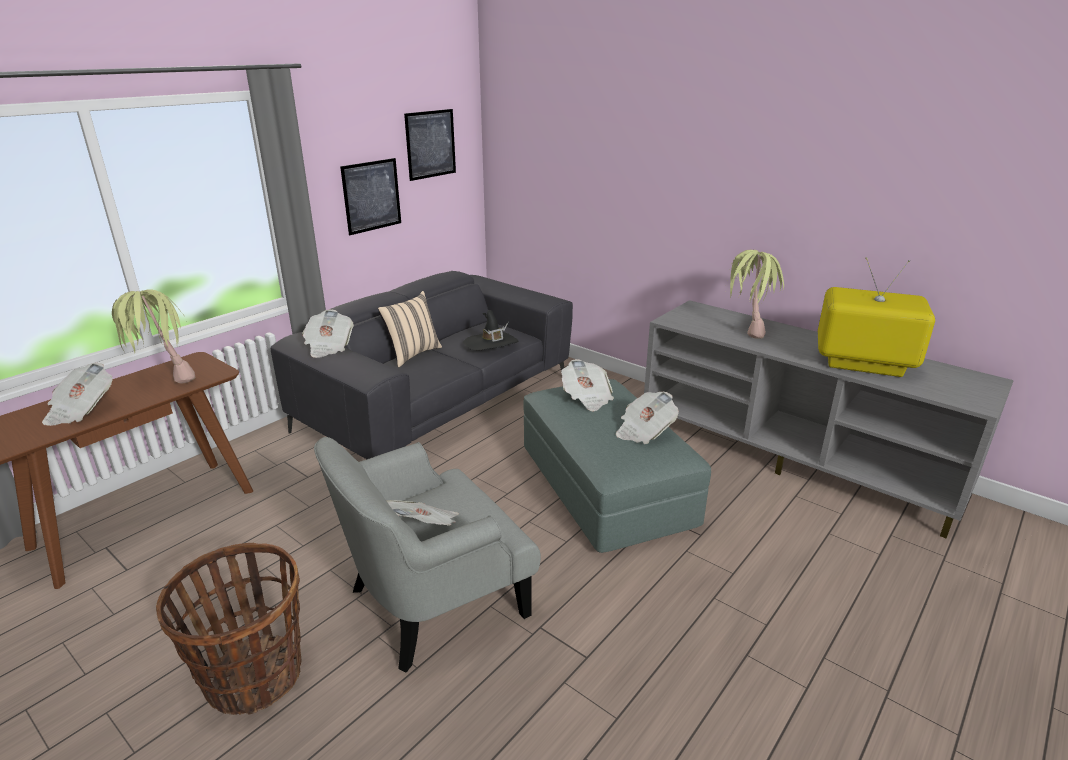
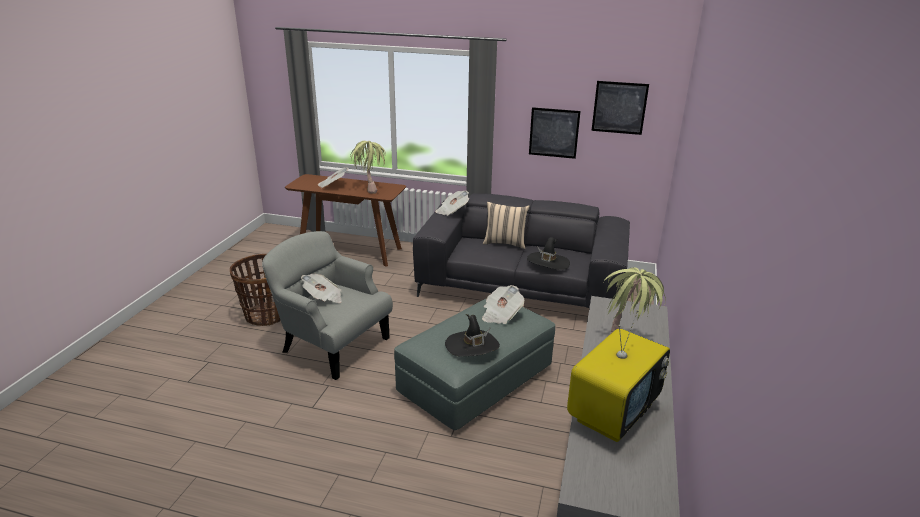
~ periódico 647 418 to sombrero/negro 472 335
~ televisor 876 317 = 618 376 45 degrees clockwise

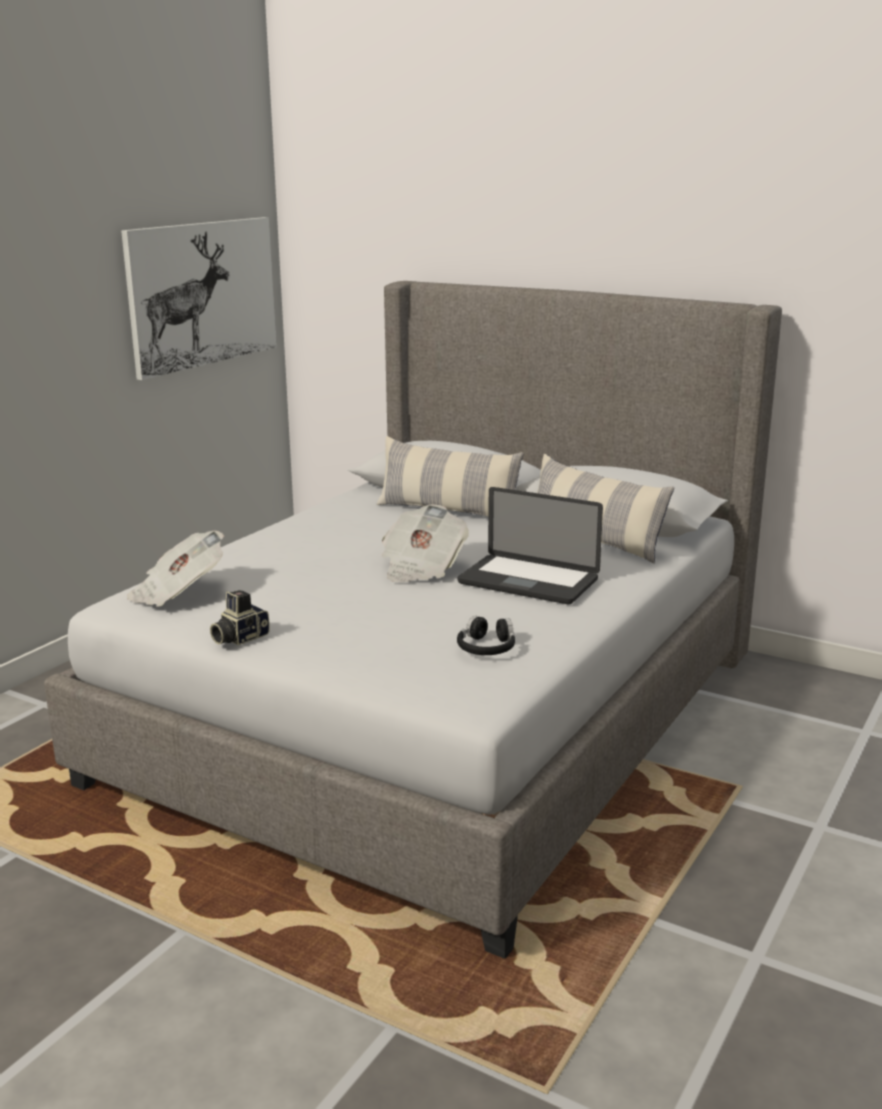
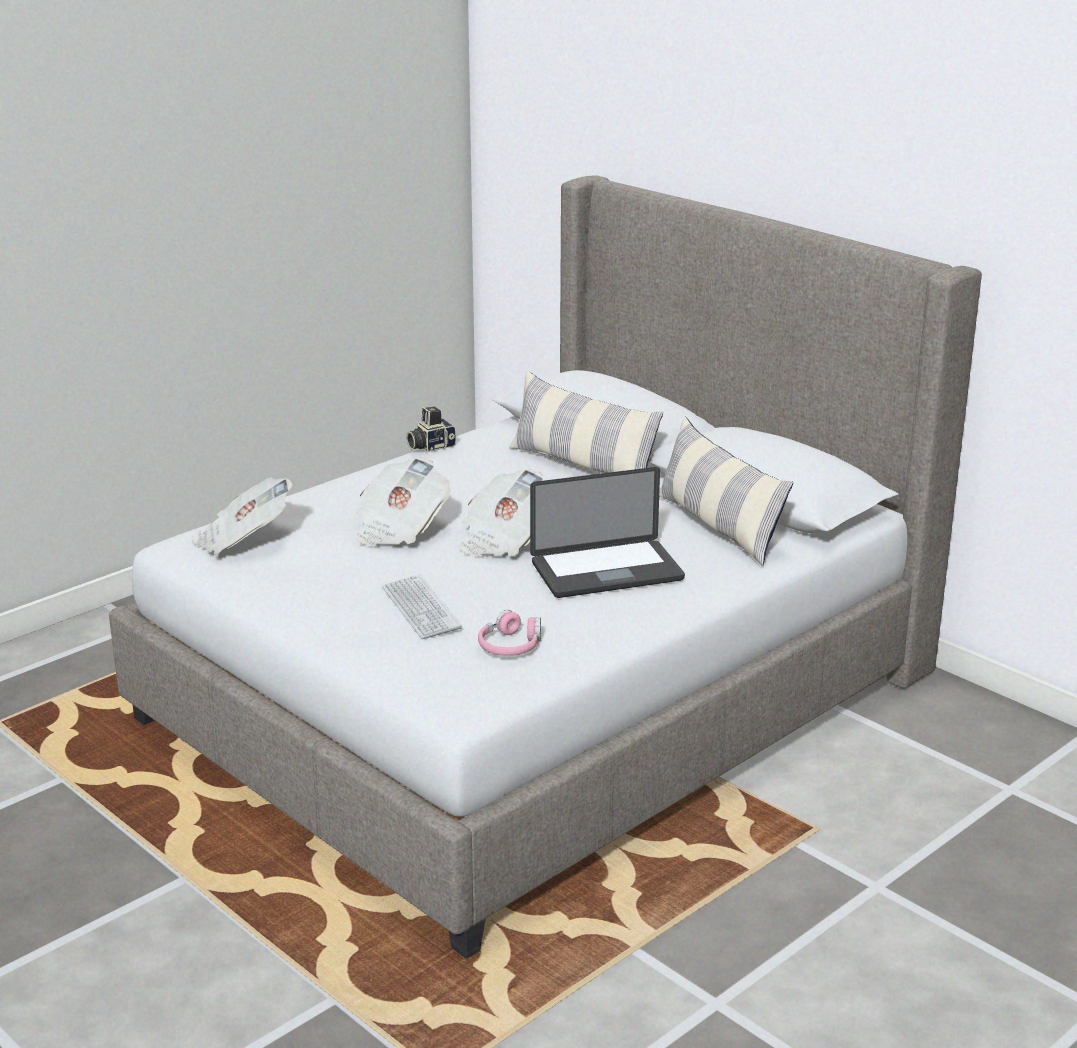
- cuadro 198 298
+ periódico 403 501
+ teclado 422 606
~ cámara 240 617 to 431 429
~ auriculares/negro 486 635 to auriculares/rosa 509 633
~ portátil 530 545 = 607 532 60 degrees counterclockwise

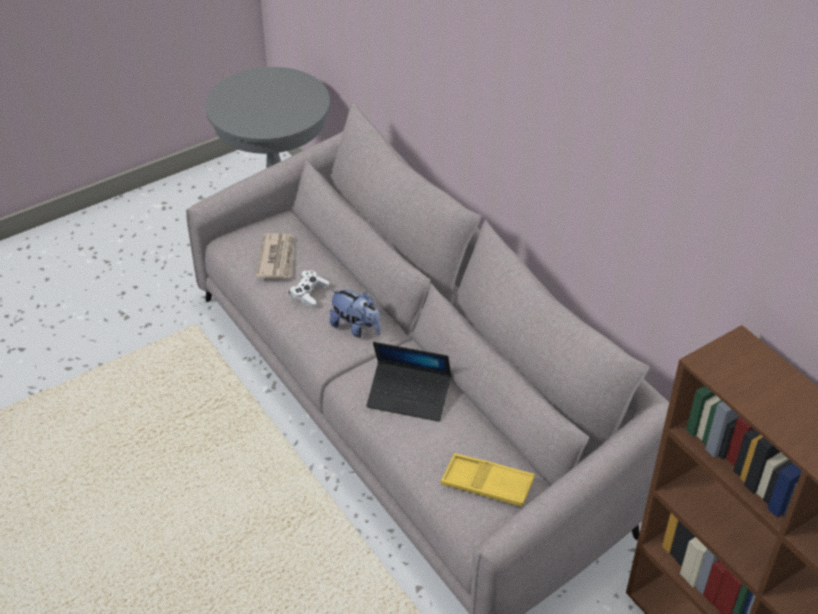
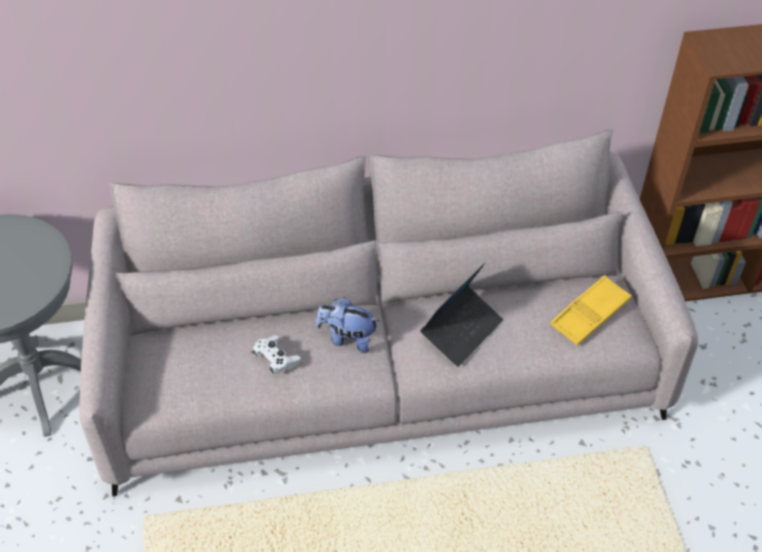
- periódico 275 256
~ peluche 355 313 = 347 325 135 degrees counterclockwise

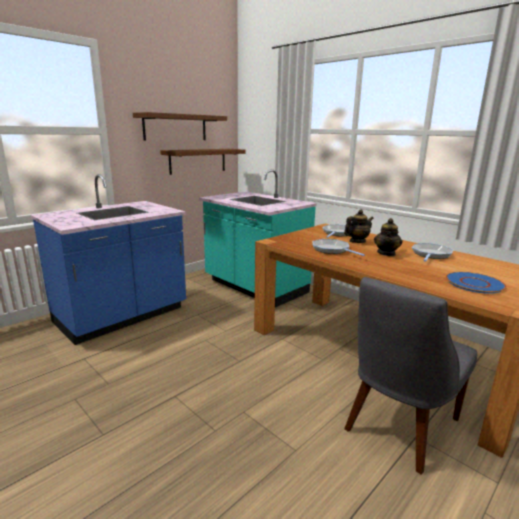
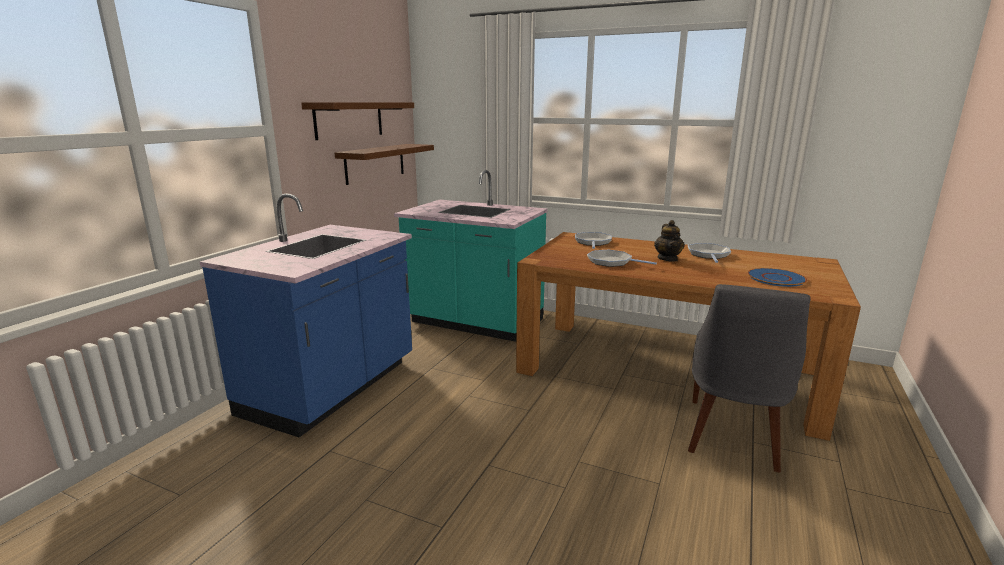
- tetera 358 226

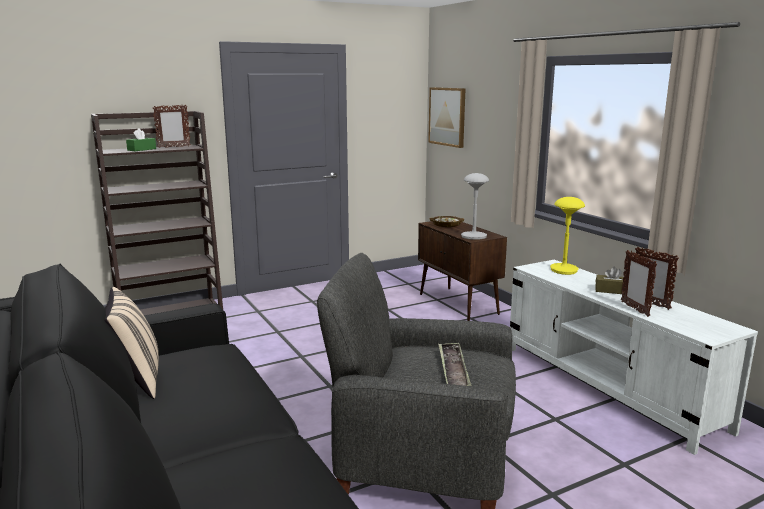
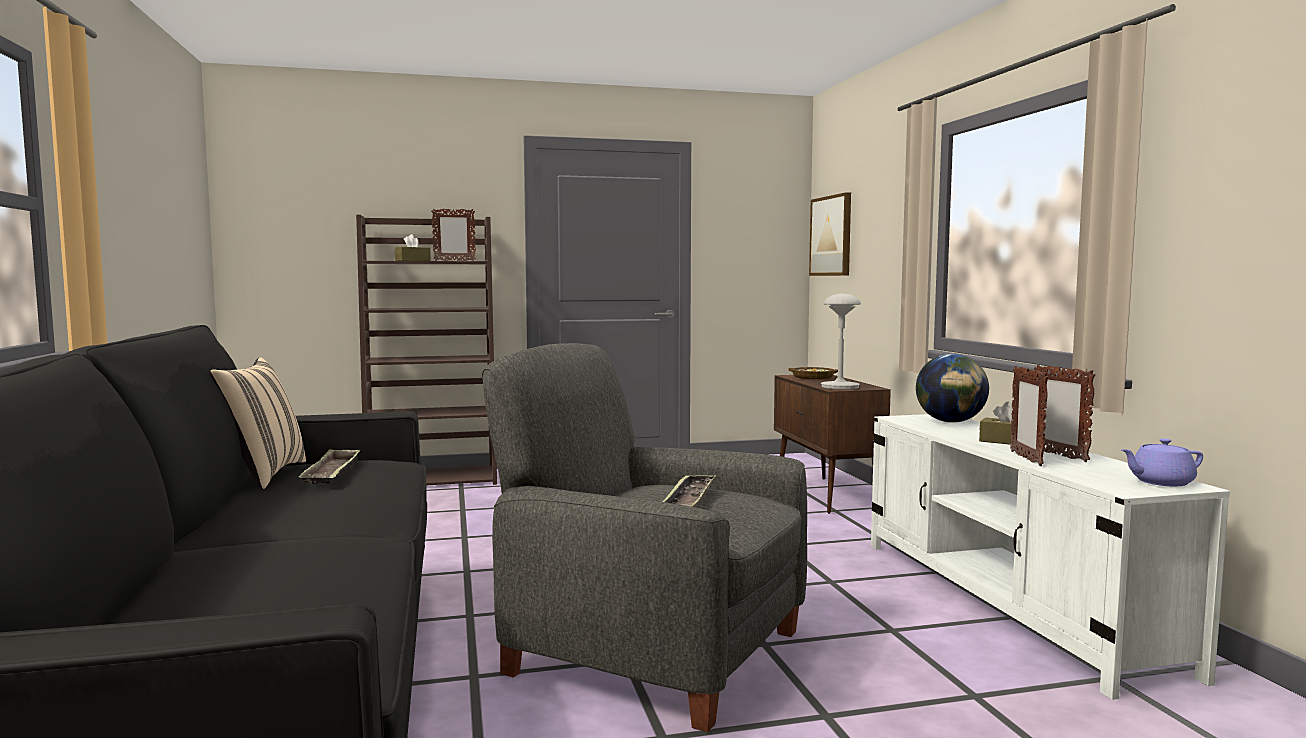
+ bandeja 329 466
+ tetera/morado 1162 462
~ lámpara de mesa/amarillo 567 236 to globo terráqueo 952 388
~ caja de pañuelos/verde 141 139 to caja de pañuelos/marrón 413 247

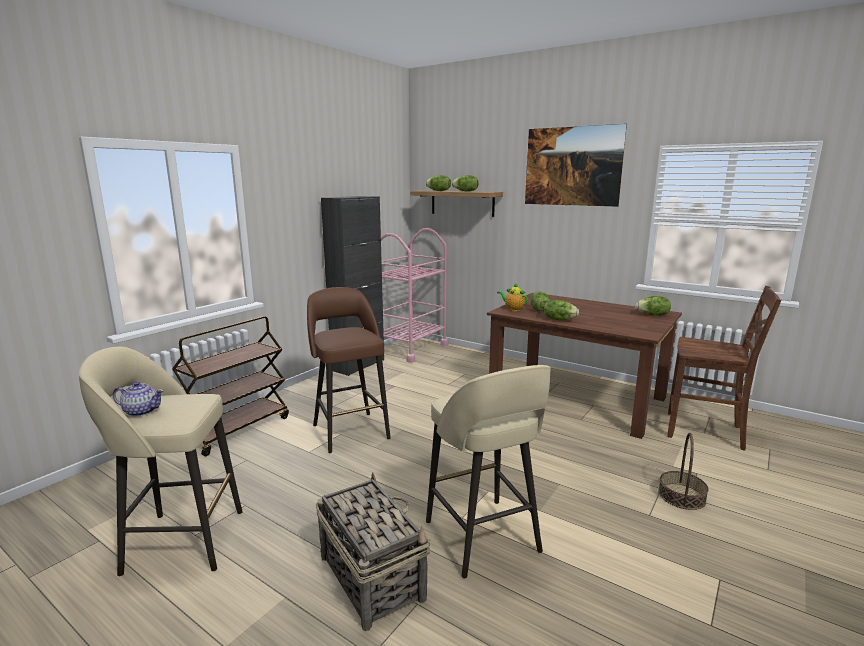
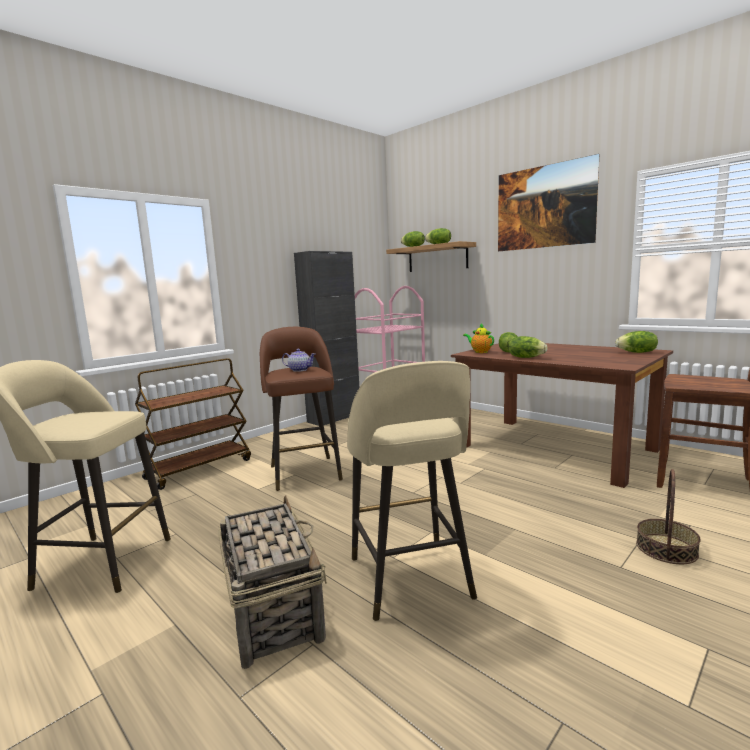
~ tetera 138 399 to 298 360

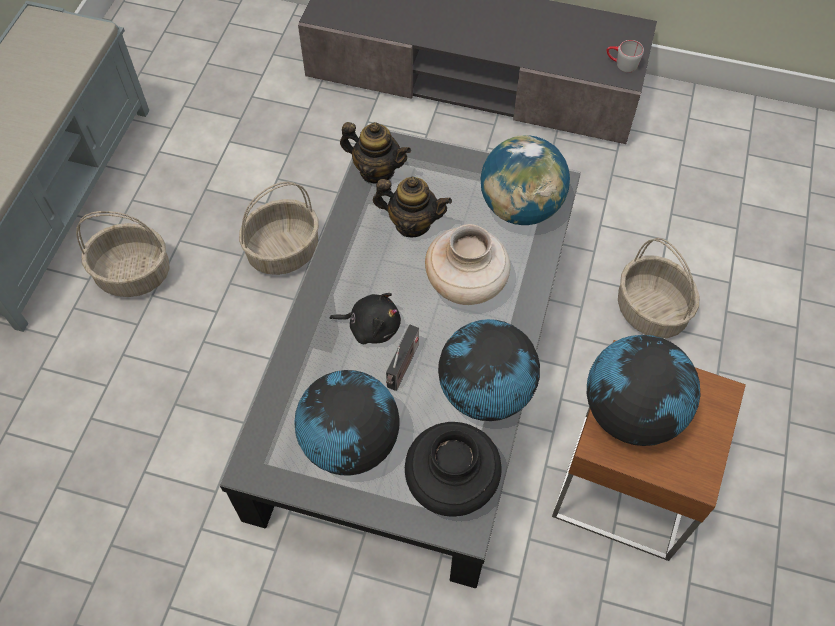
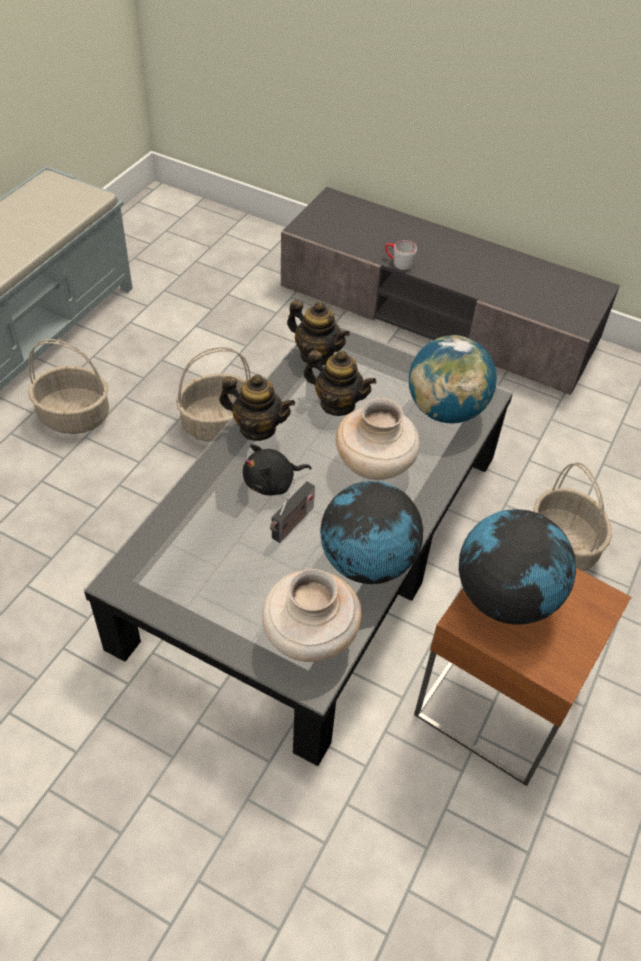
- globo terráqueo 347 423
+ tetera 257 407
~ taza grande/gris 625 56 to 401 255
~ florero/negro 453 469 to florero/beis 312 615
~ peluche/negro 365 318 = 277 470 135 degrees clockwise

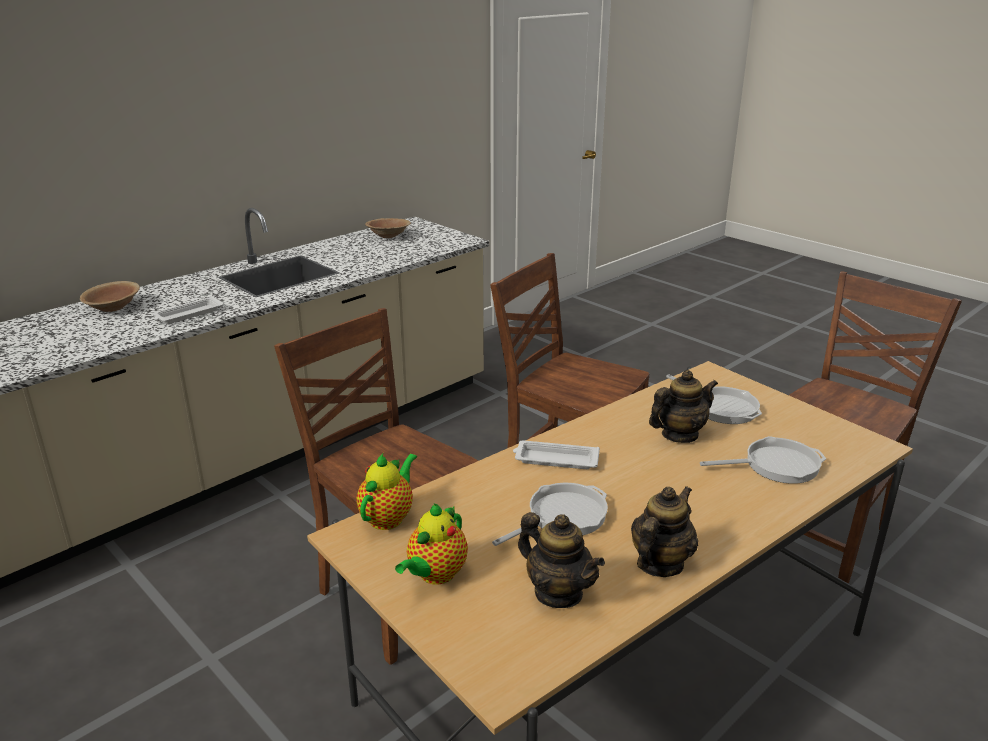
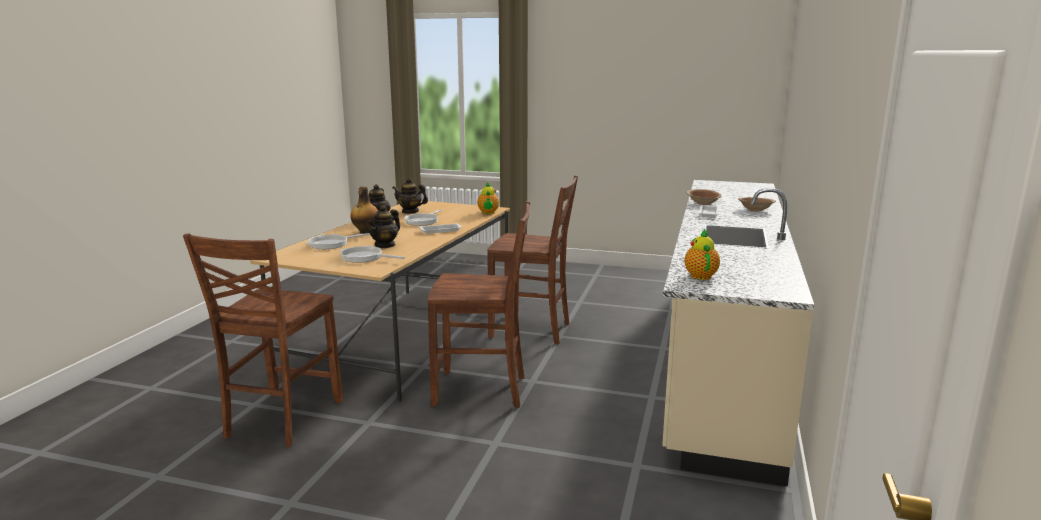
+ botella 364 210
~ cuenco/marrón 388 228 to 704 197
~ tetera 431 544 to 702 254

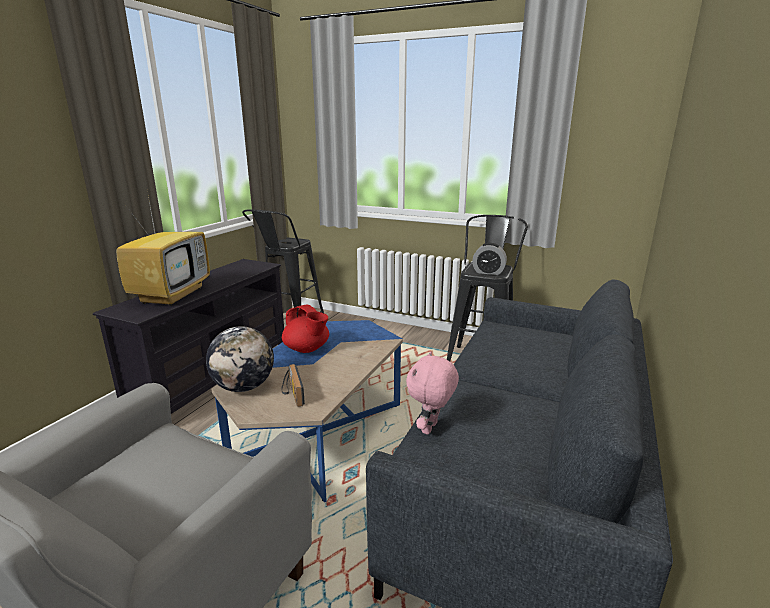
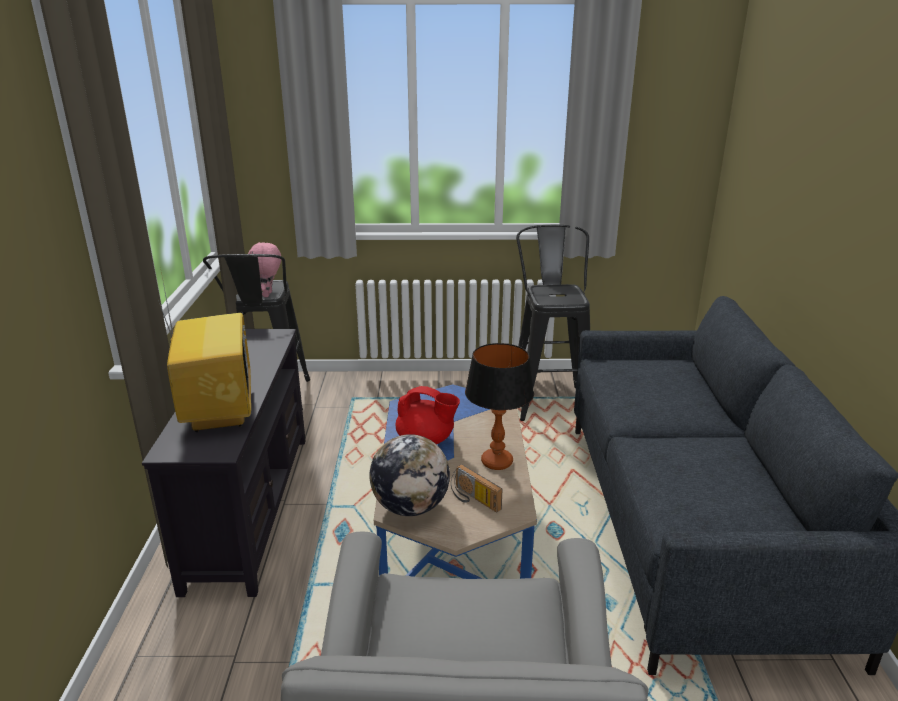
- despertador 489 259
+ lámpara de mesa 499 406
~ peluche/rosa 432 393 to 264 269

